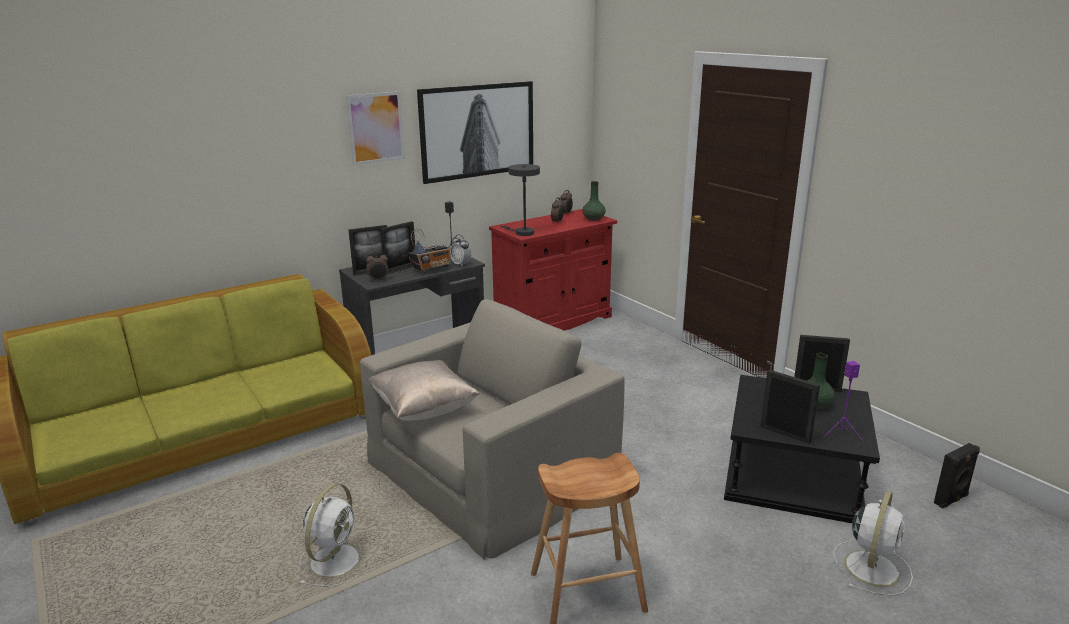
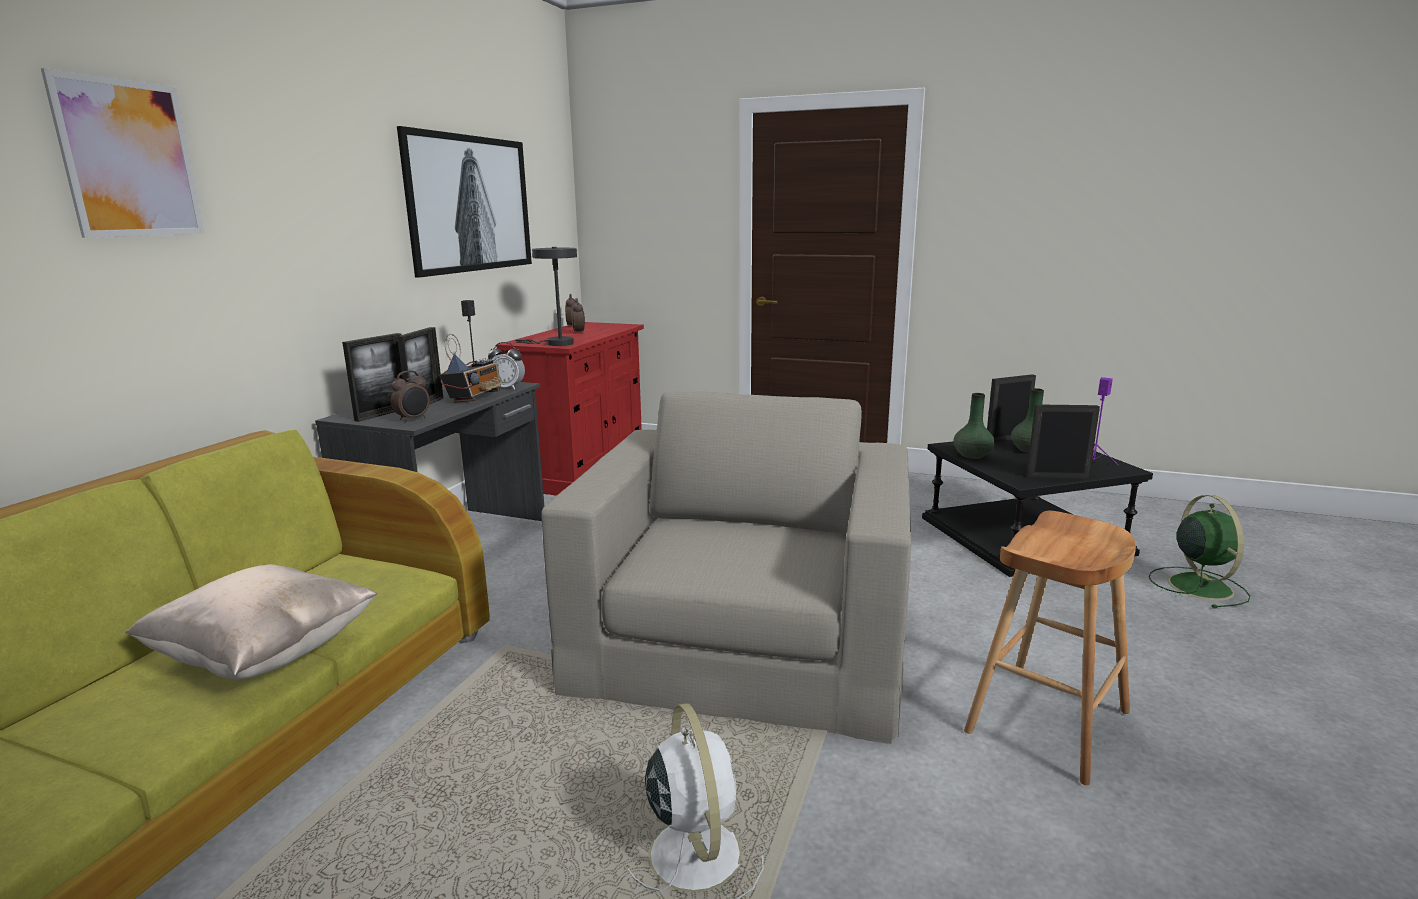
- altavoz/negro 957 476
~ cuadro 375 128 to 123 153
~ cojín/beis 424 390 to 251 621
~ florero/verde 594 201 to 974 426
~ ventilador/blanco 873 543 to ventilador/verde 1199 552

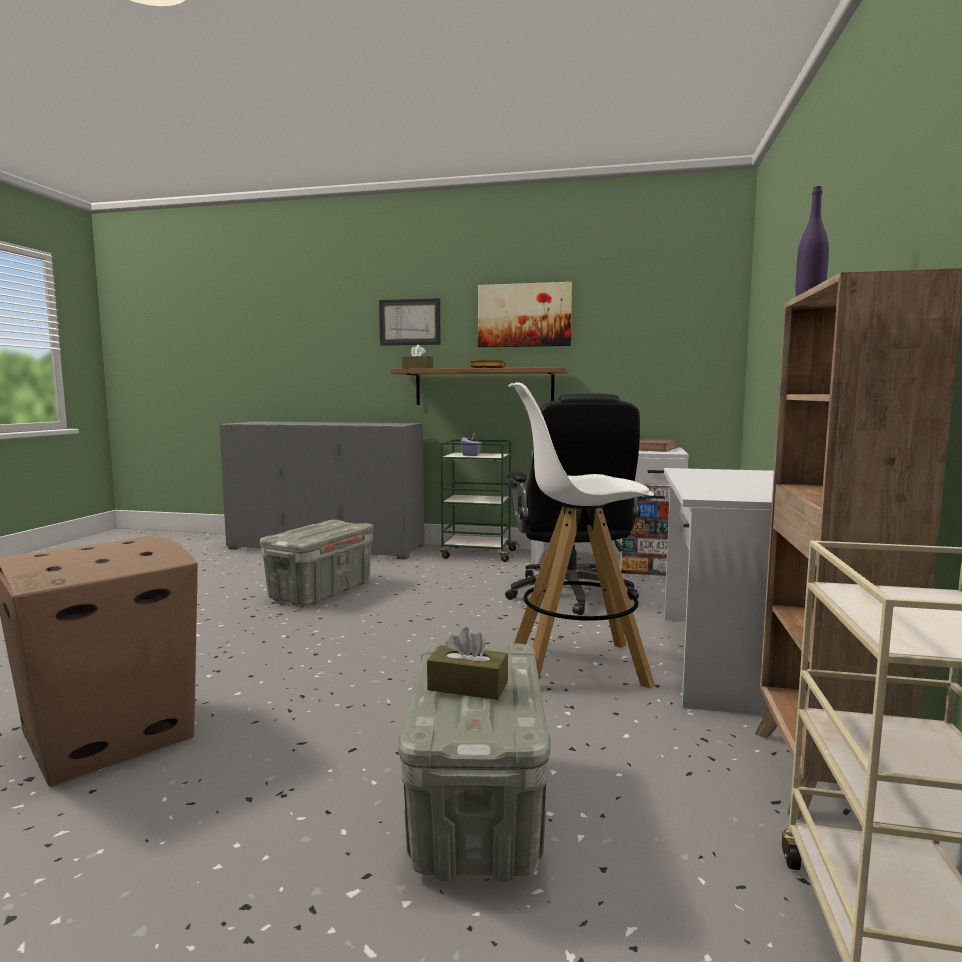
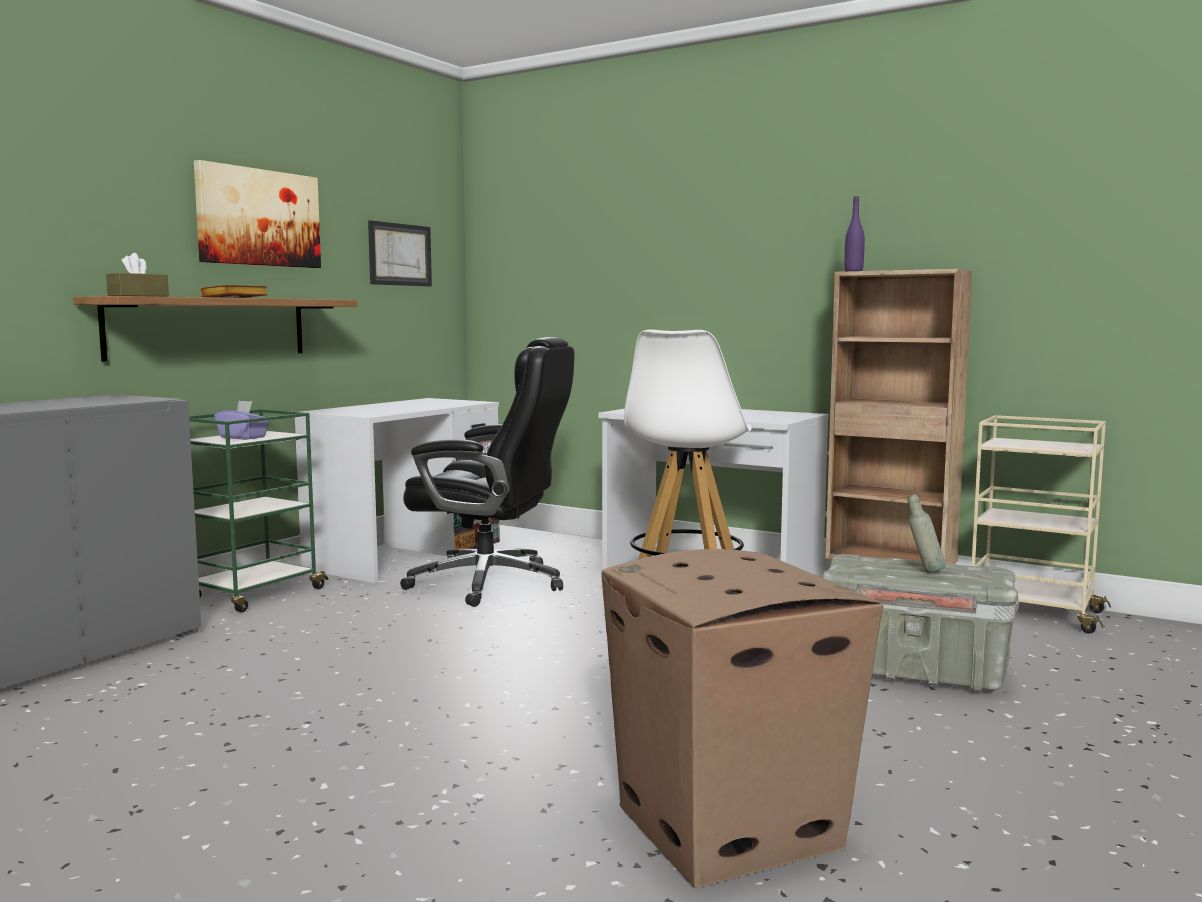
- caja de almacenaje/gris 317 563
- libro/marrón 658 445
~ cuadro 410 322 to 400 253
~ caja de pañuelos/marrón 467 663 to botella/gris 926 533

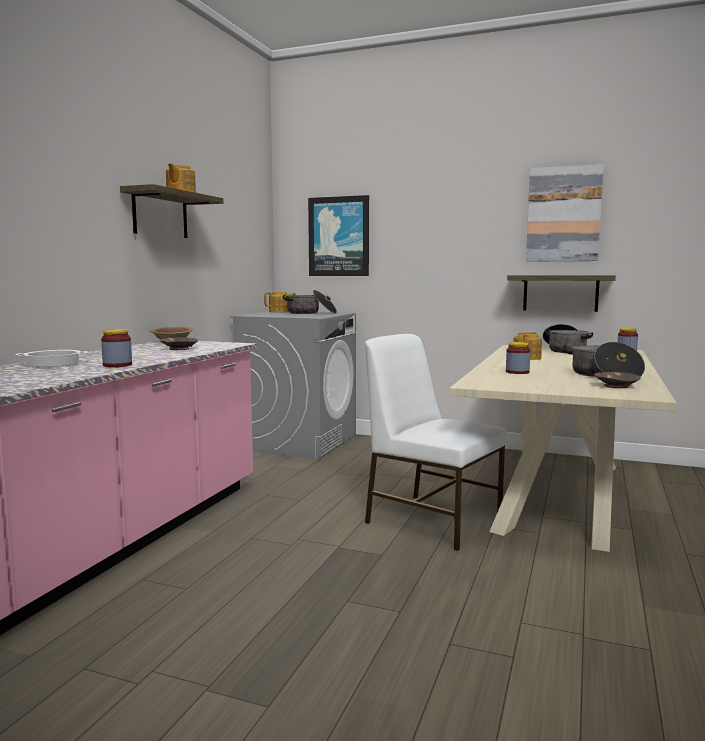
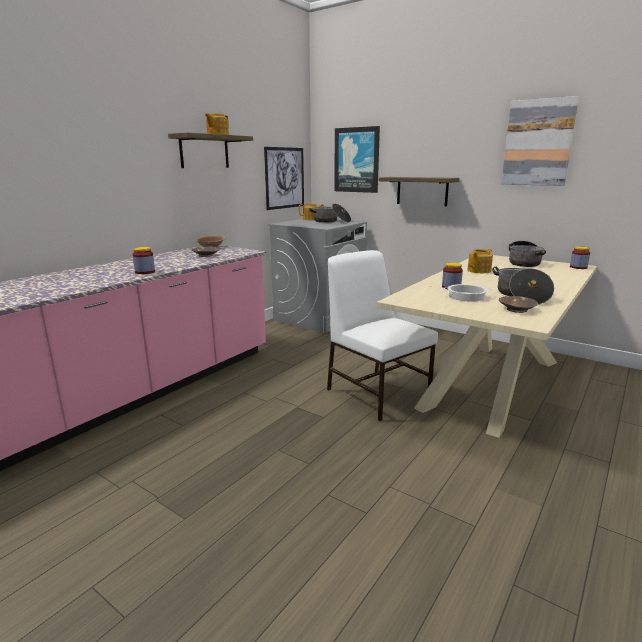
+ cuadro 284 178
~ olla 51 358 to 467 293
~ estante 561 293 to 418 191

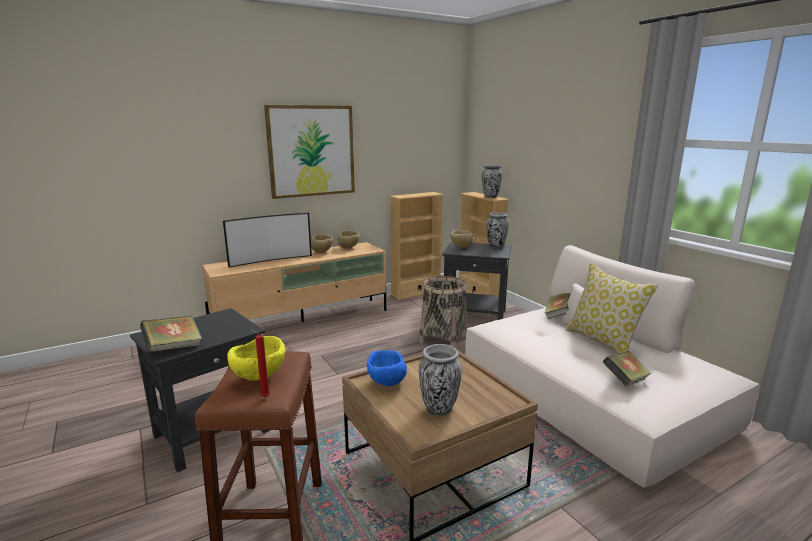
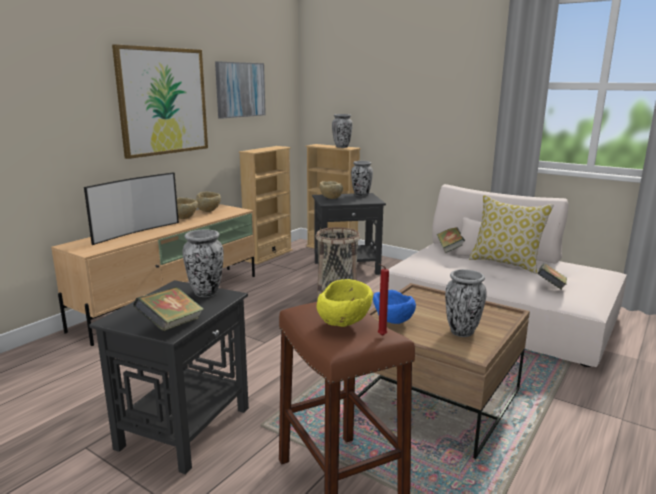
+ florero 203 263
+ cuadro 240 90

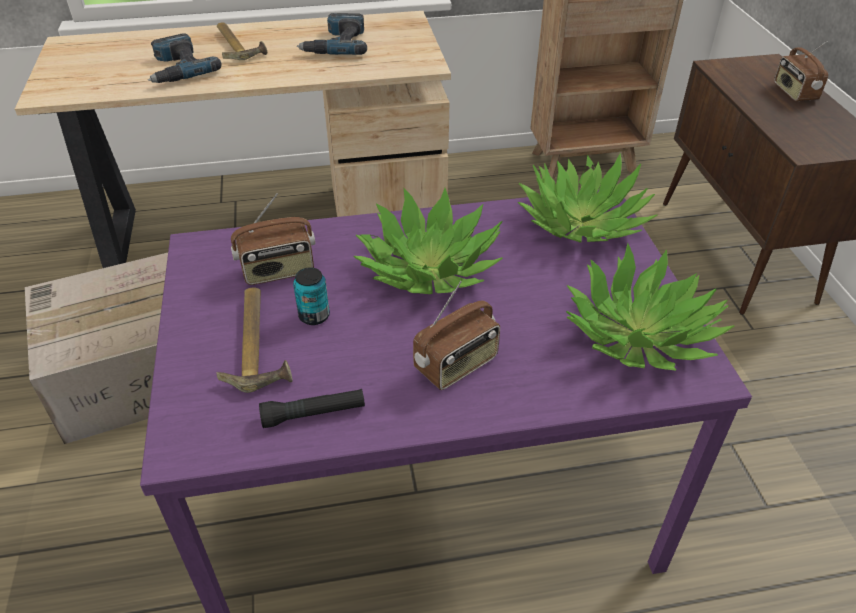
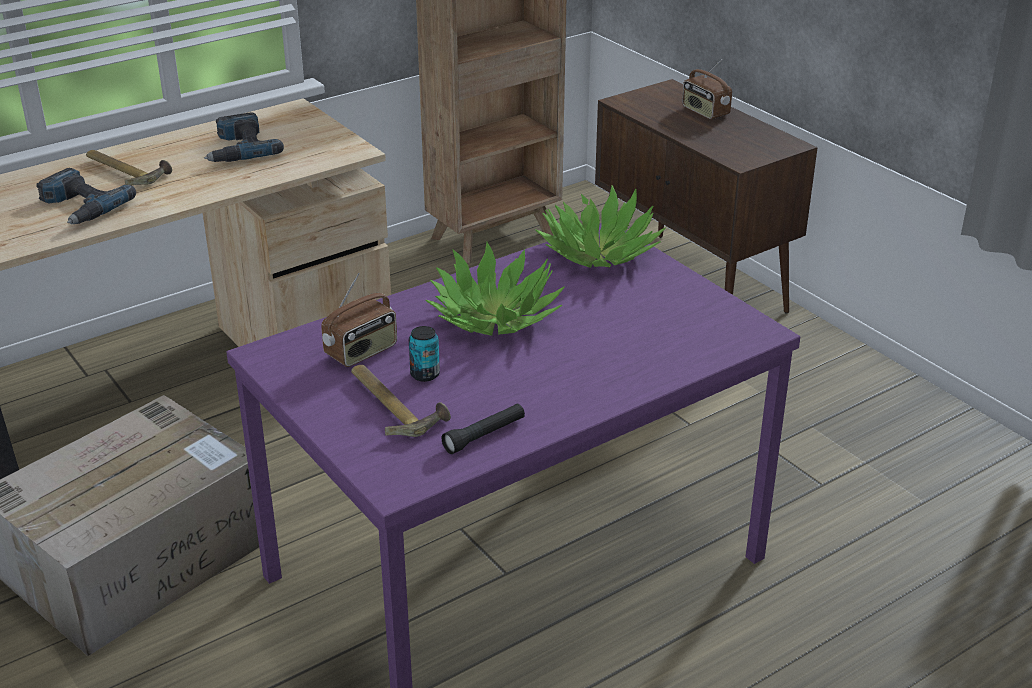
- radio 456 335
- planta en maceta 650 307

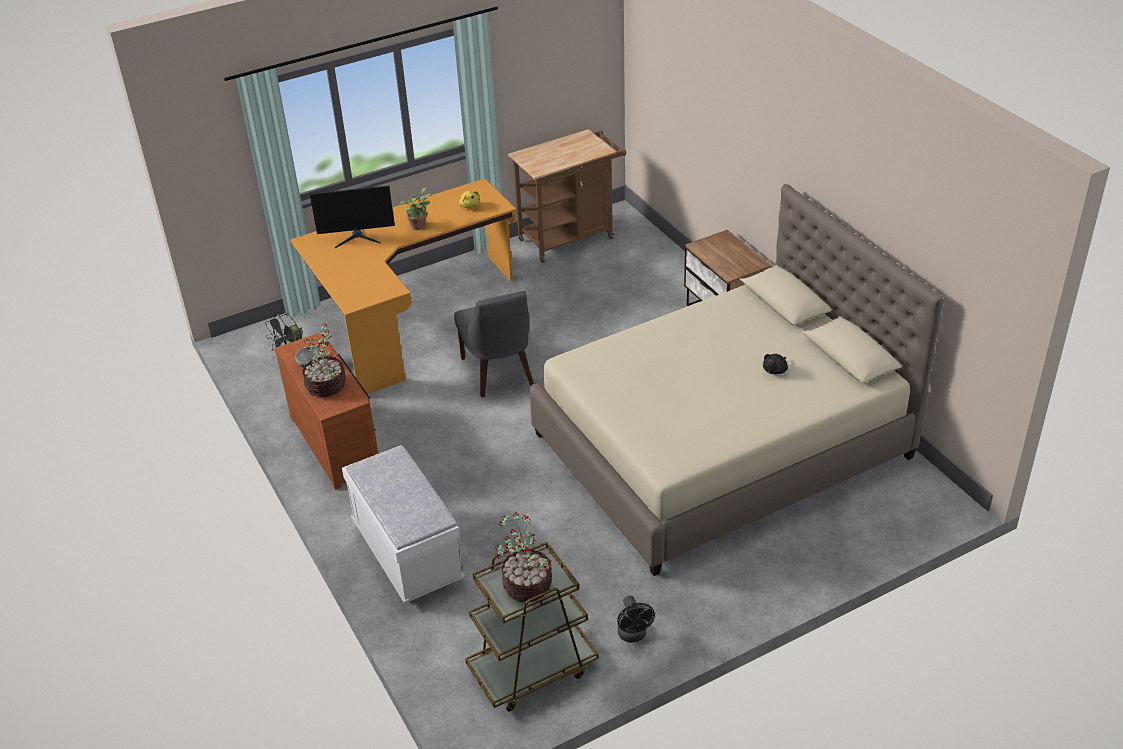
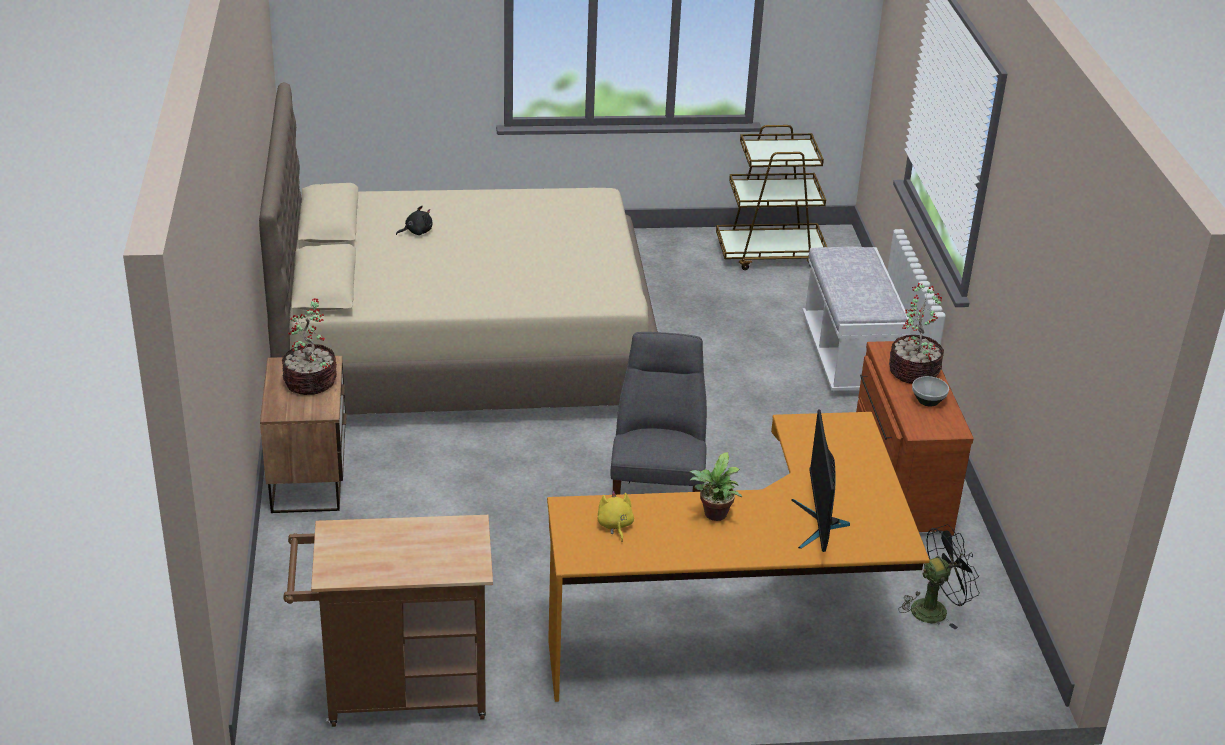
- ventilador/negro 636 619
~ planta en maceta 523 557 to 309 346
~ monitor 352 217 = 820 480 105 degrees counterclockwise

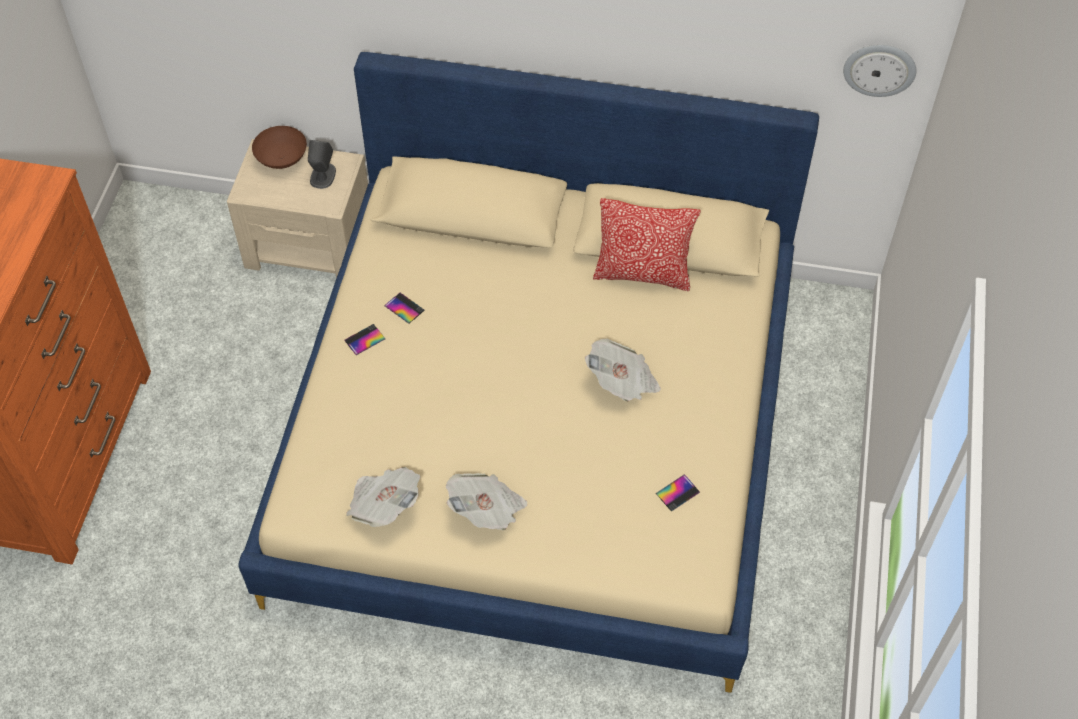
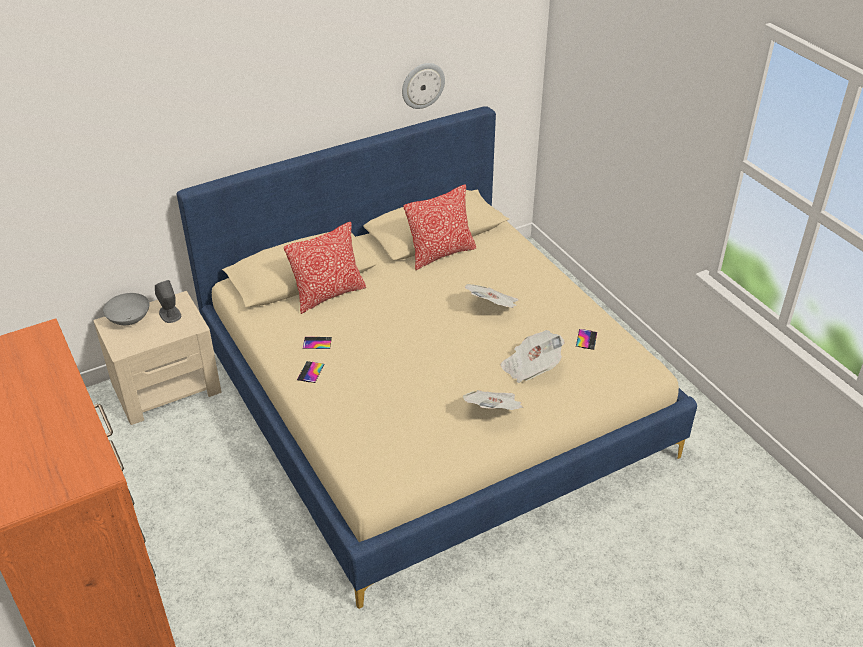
+ cojín 325 268
~ periódico 383 497 to 533 356
~ reloj de pared 879 71 to 423 86
~ cuenco/marrón 279 147 to cuenco/gris 126 309

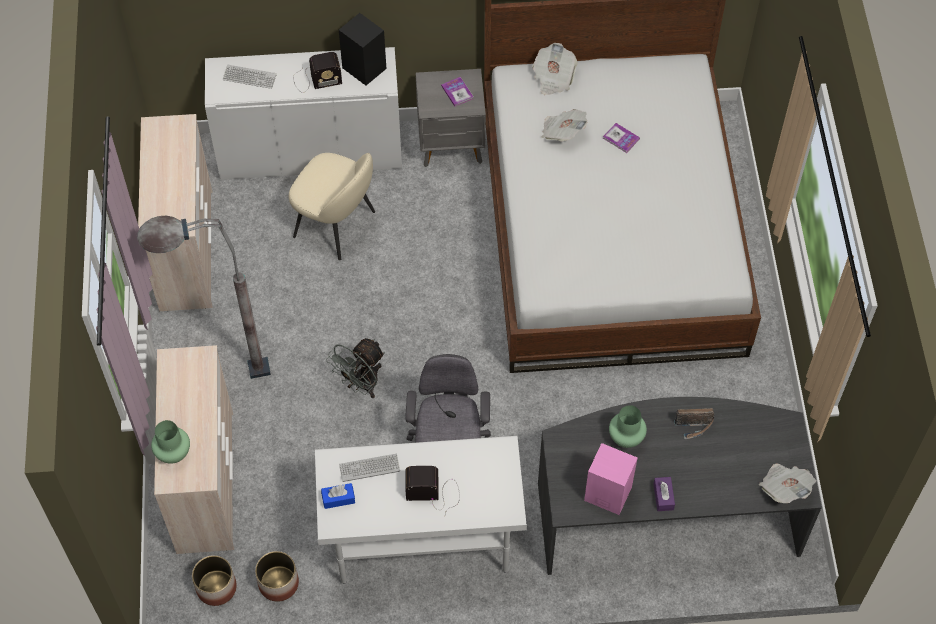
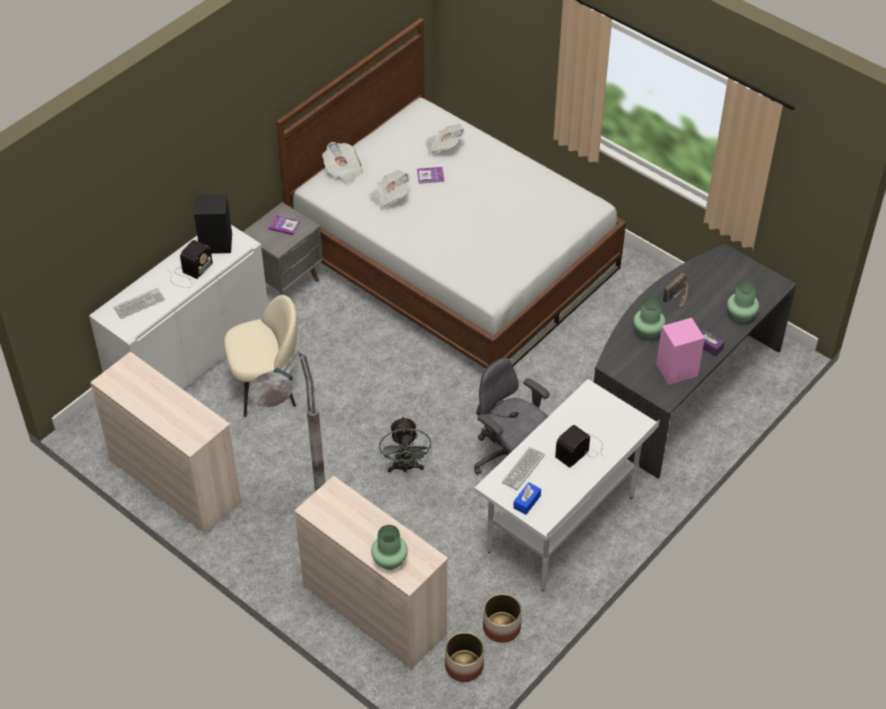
+ florero/verde 743 302
~ periódico 787 483 to 445 139

